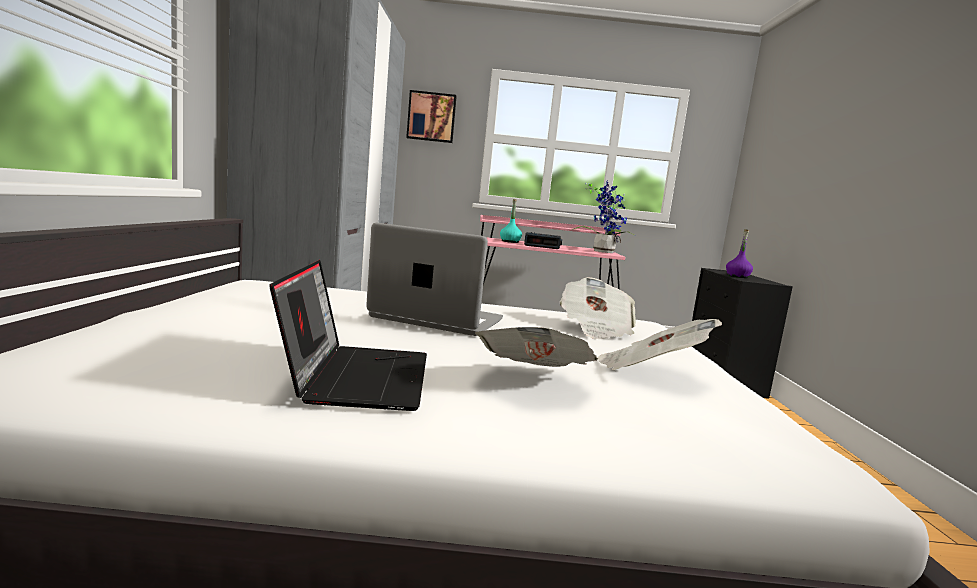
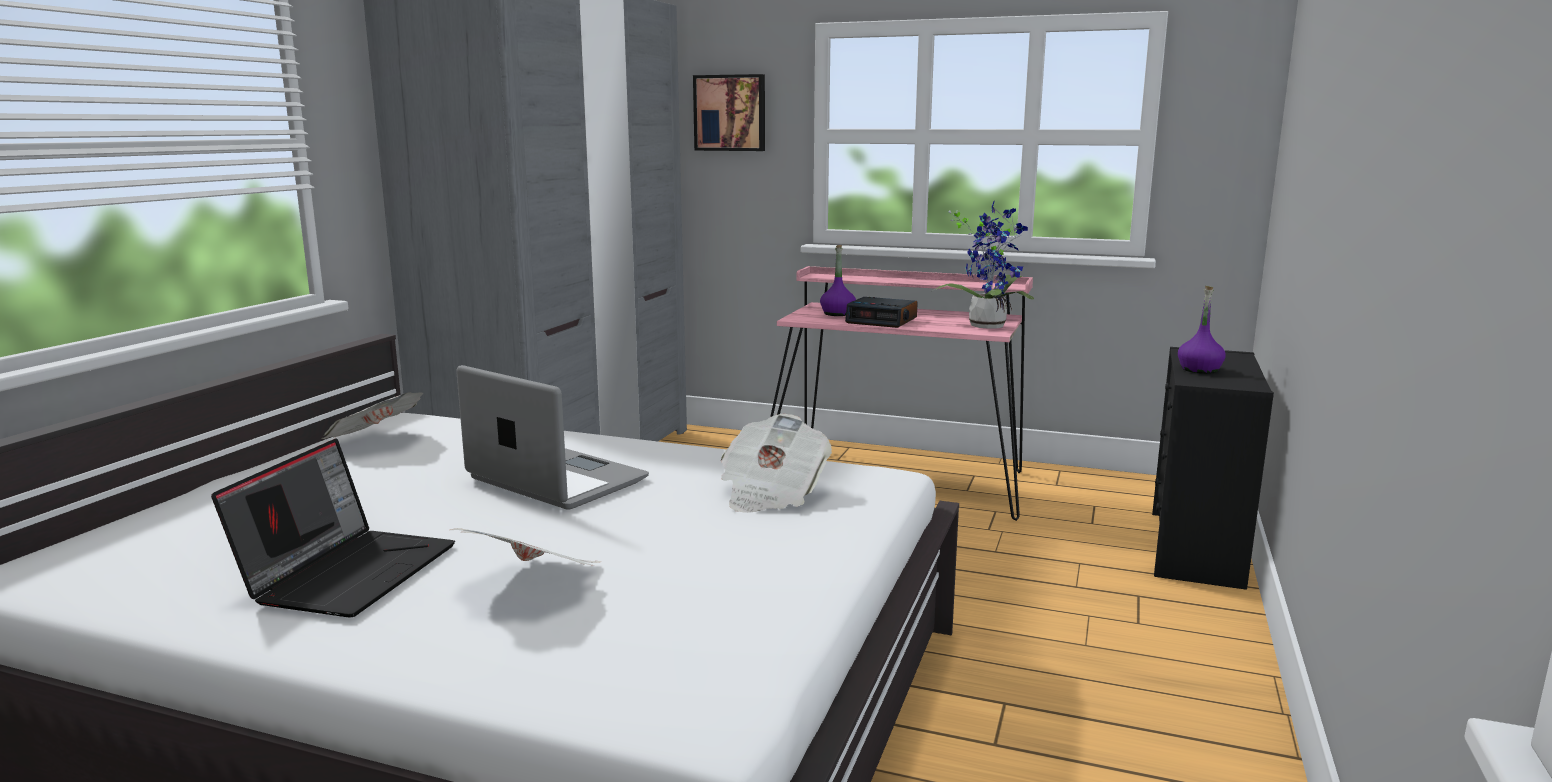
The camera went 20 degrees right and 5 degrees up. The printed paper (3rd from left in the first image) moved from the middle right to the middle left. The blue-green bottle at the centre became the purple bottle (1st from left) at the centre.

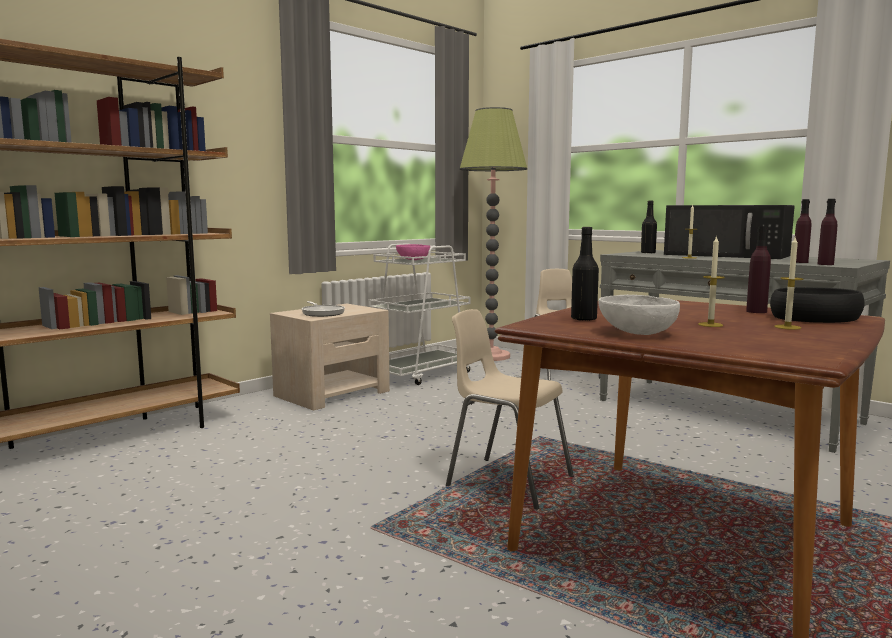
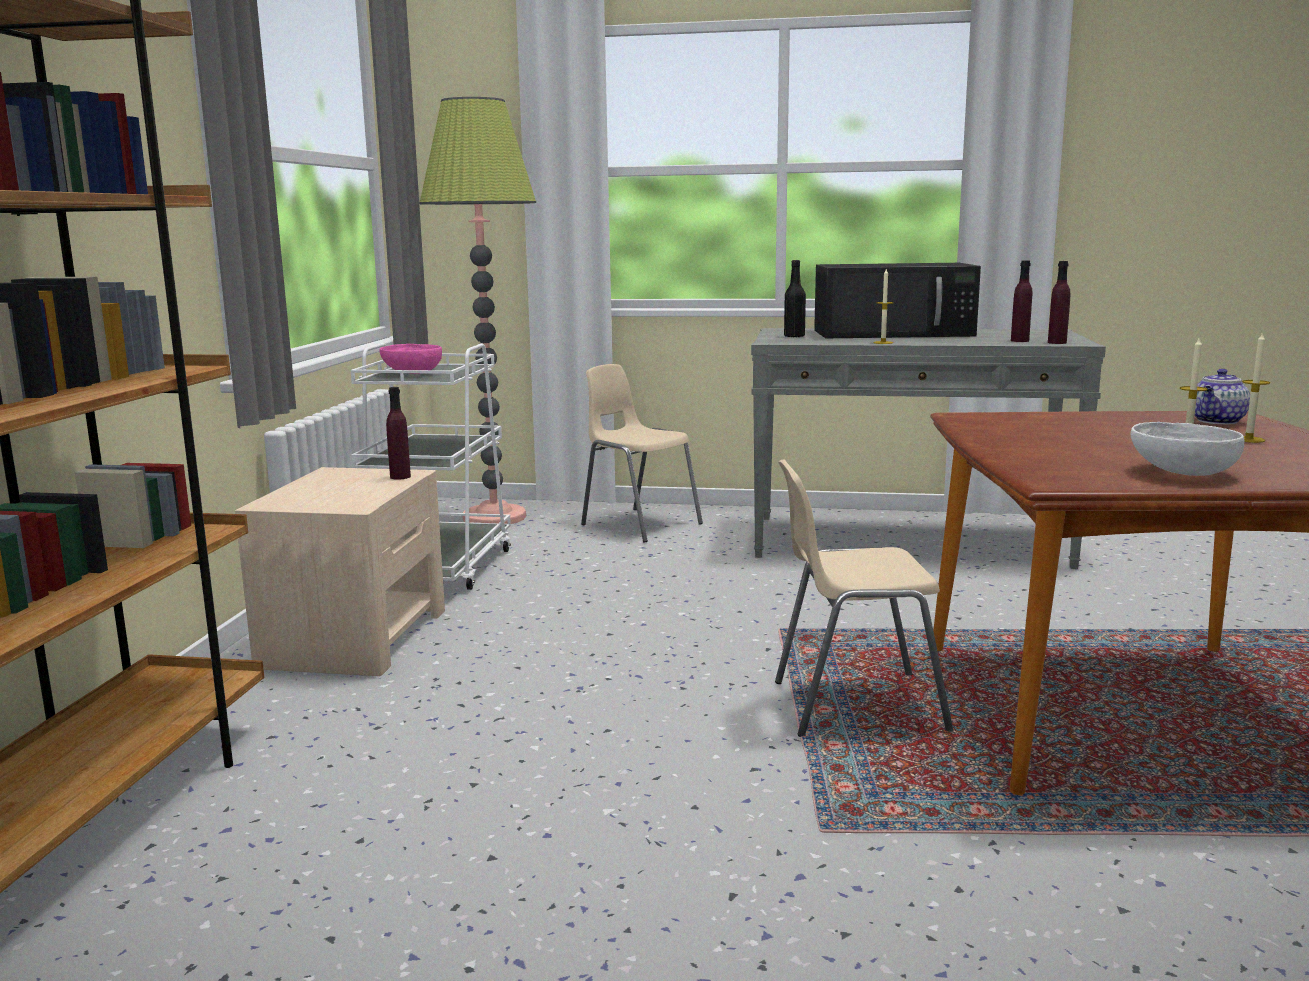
The camera went 35 degrees left and 5 degrees up. The purple bottle (1st from left) moved from the middle right to the middle left. The blackish bowl at the middle right was replaced by the tea pot at the middle right. The frying pan at the centre disappeared. The blackish bottle (1st from left) at the centre disappeared.

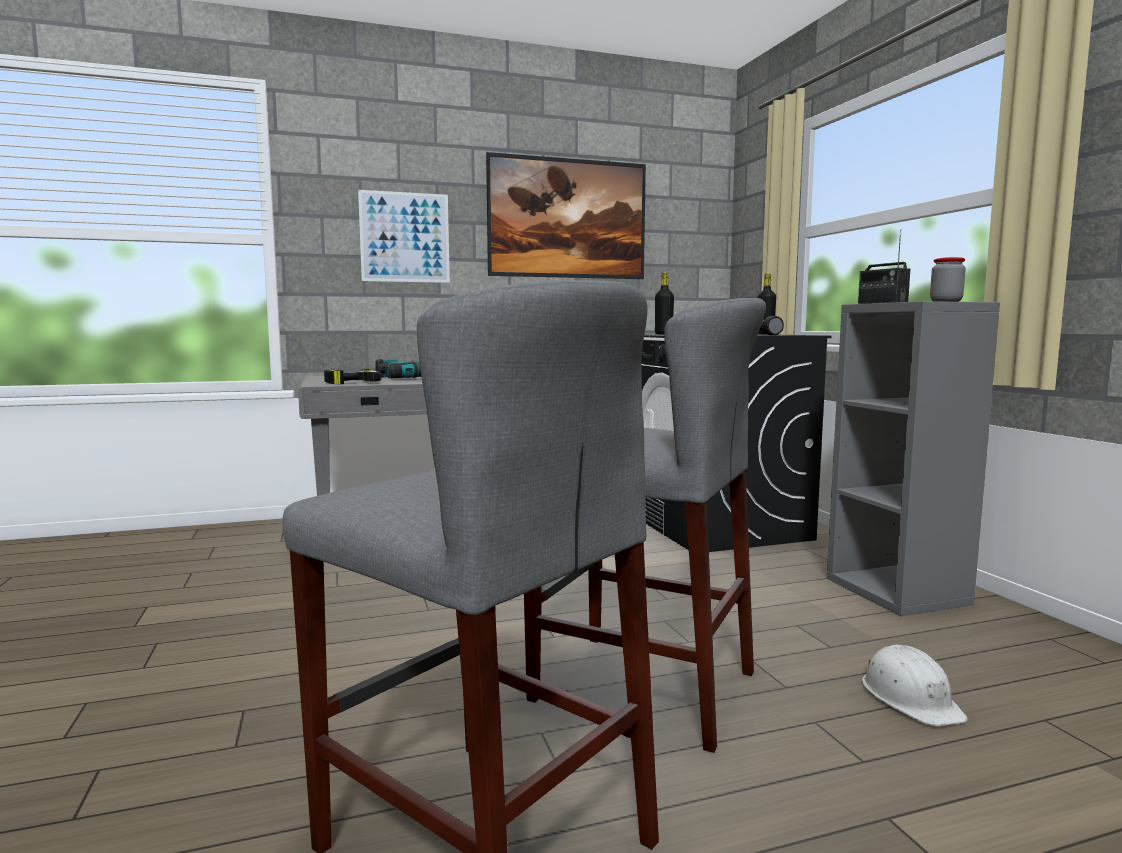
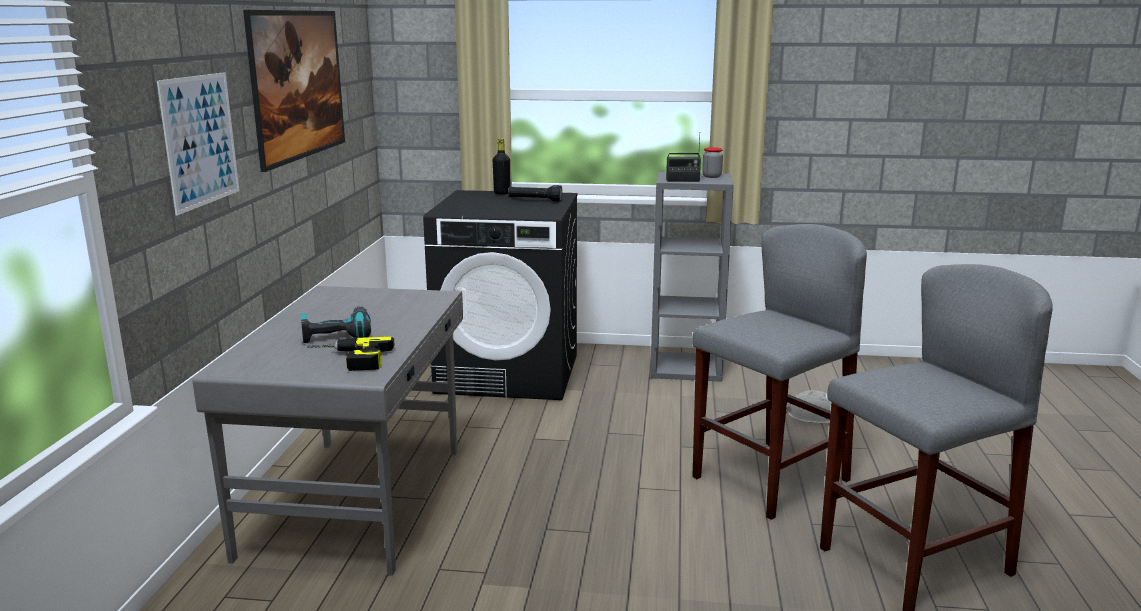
The camera went 65 degrees left and 10 degrees up. The blackish bottle (1st from left) at the centre disappeared.

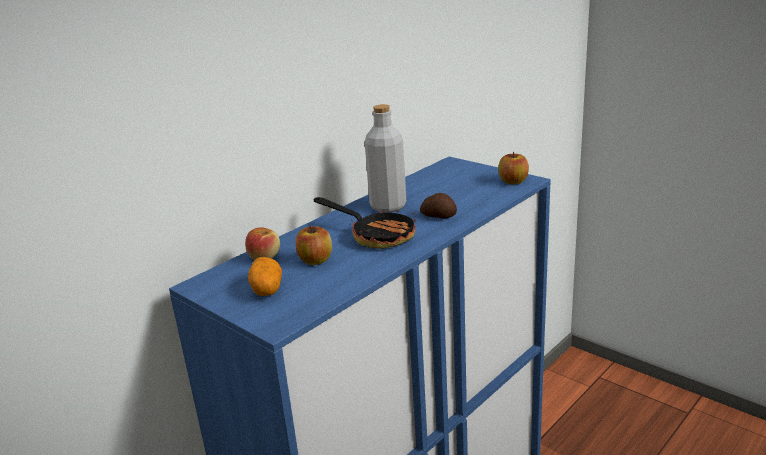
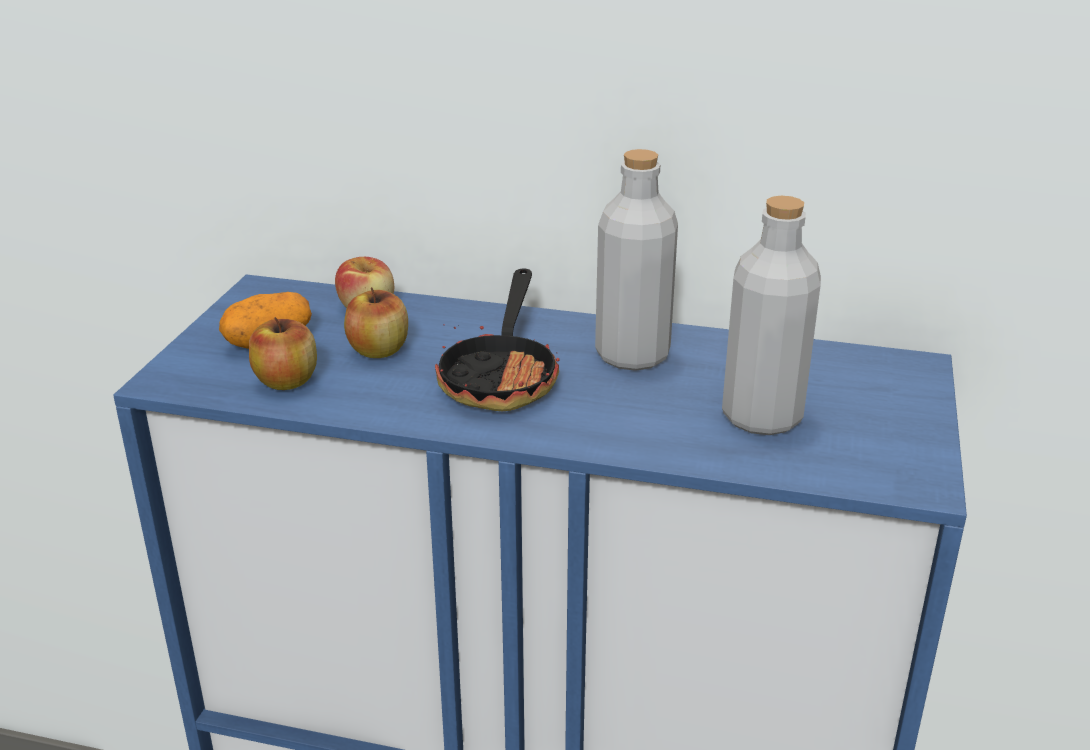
The camera went 60 degrees right and 5 degrees up. The whole apple (3rd from left in the first image) moved from the middle right to the middle left. The greyish bottle (2nd from left) at the middle right appeared. The spud (2nd from left) at the centre disappeared.

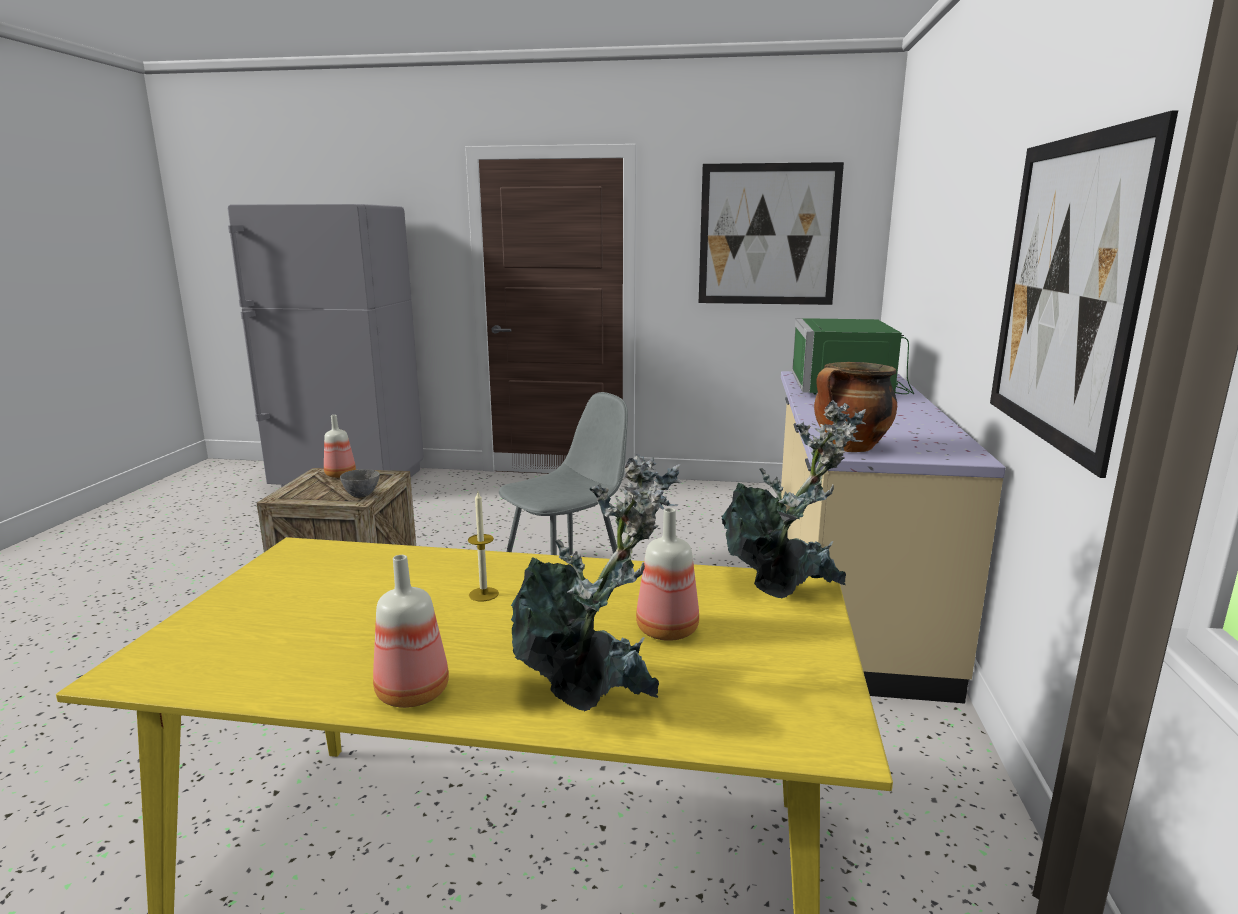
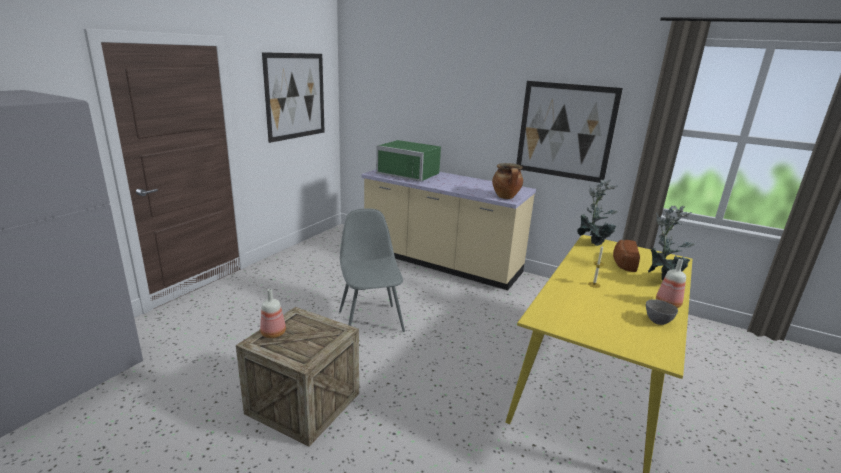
The camera went 70 degrees left and 5 degrees up. The bottle (3rd from left) at the centre was replaced by the bakery bread at the middle right. The greyish bowl moved from the middle left to the middle right.

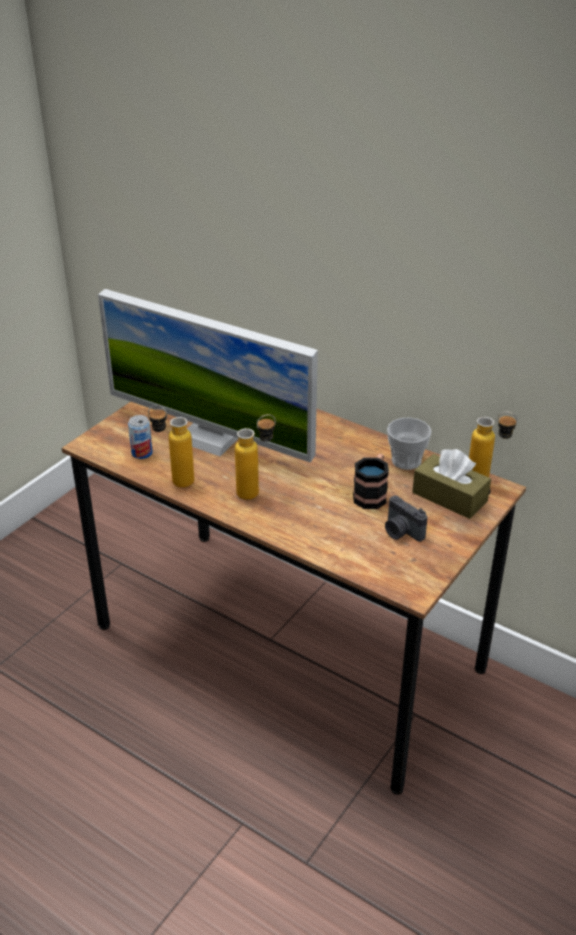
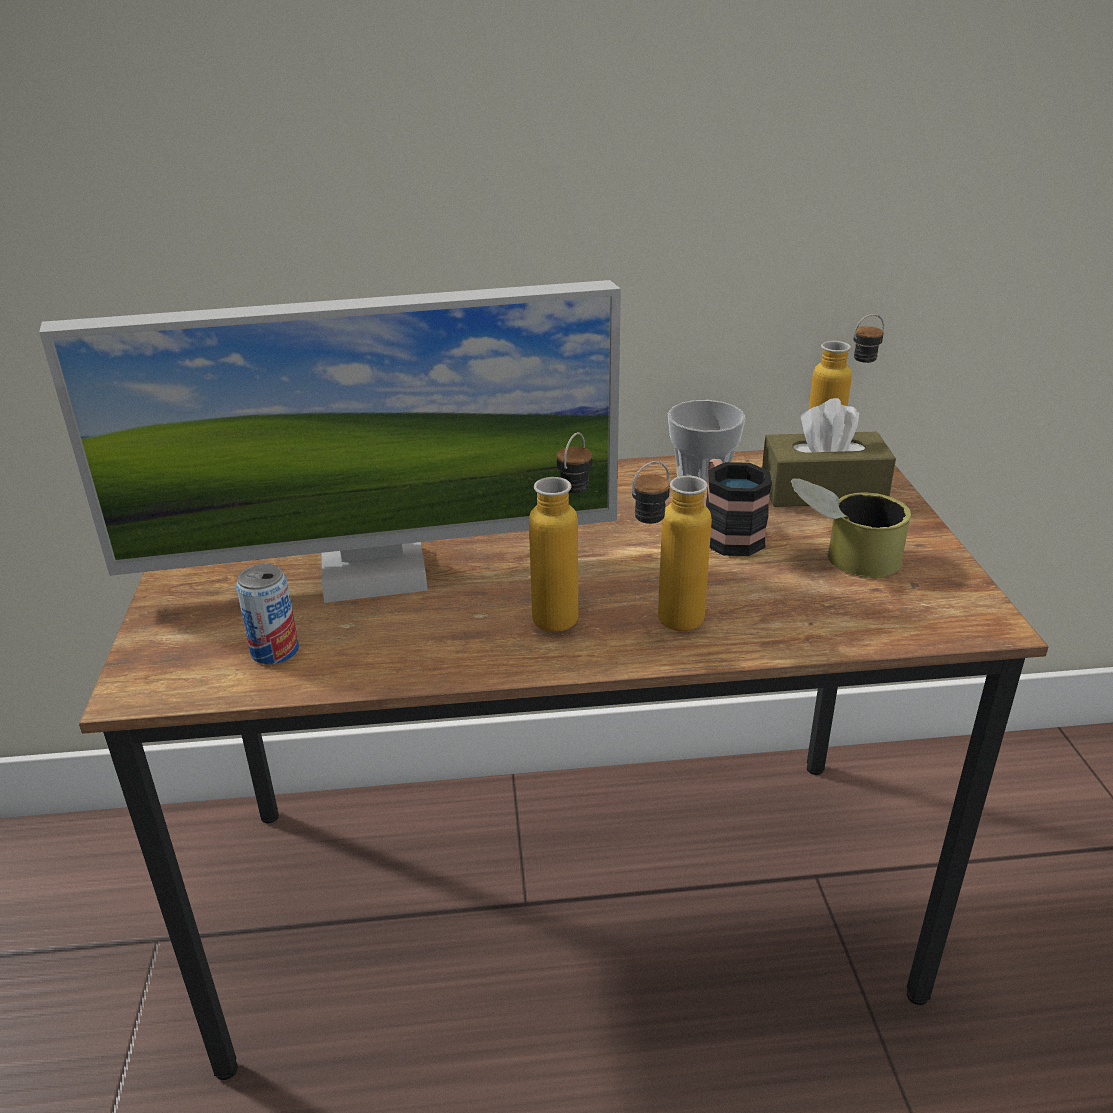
The camera went 40 degrees left and 5 degrees down. The bottle (1st from left in the first image) moved from the middle left to the centre. The photo camera at the middle right was replaced by the sealed can (2nd from left) at the middle right.

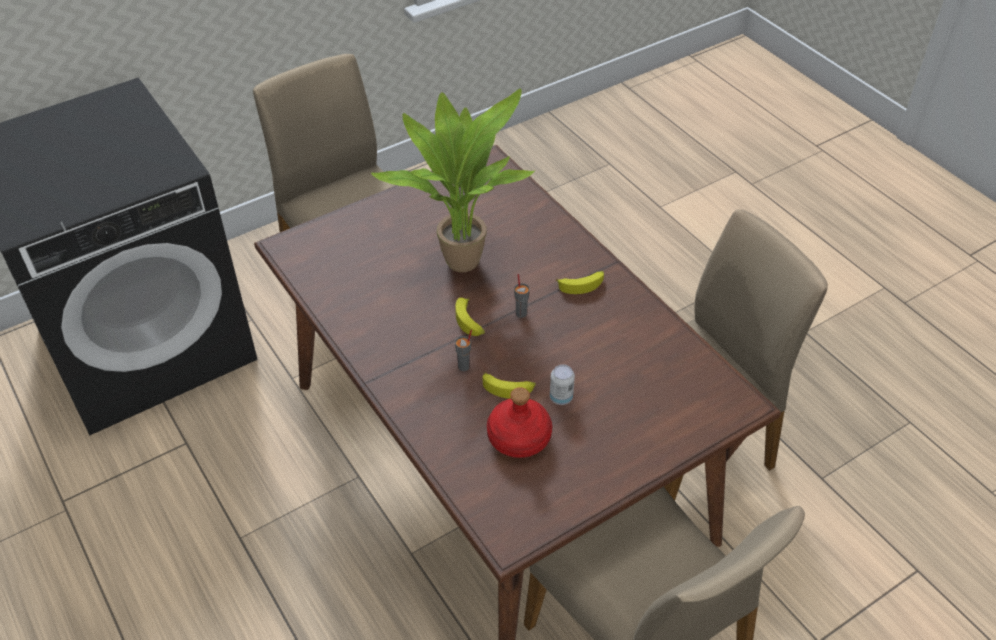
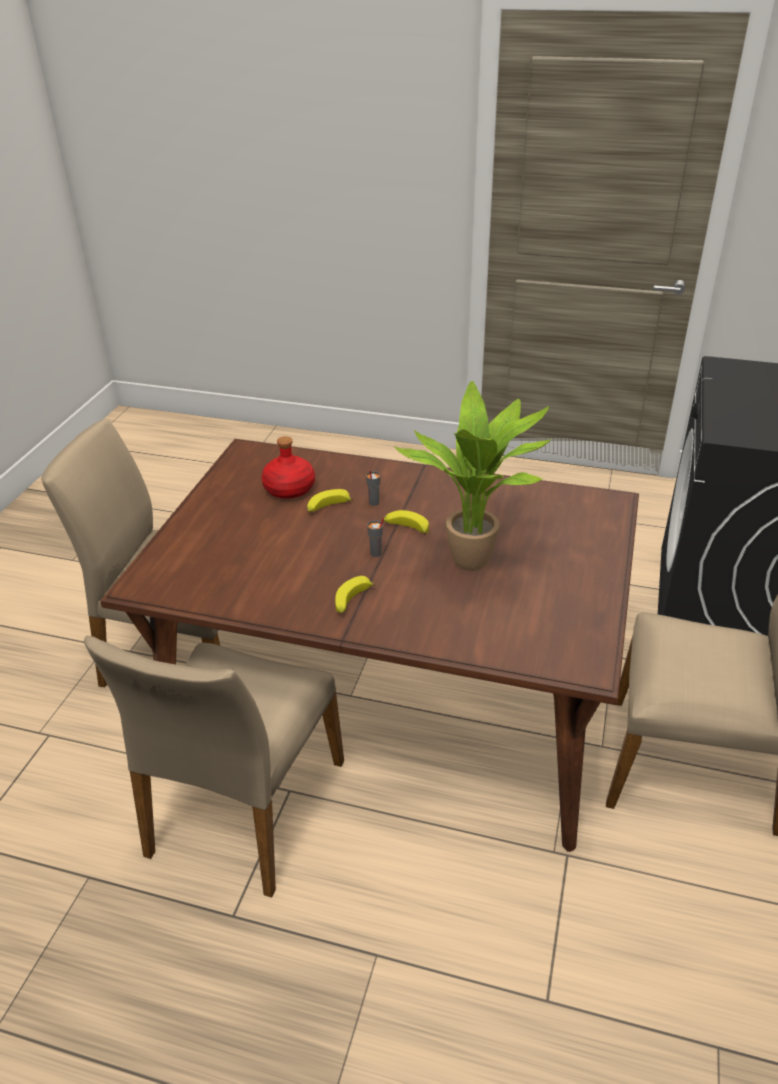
The camera went 140 degrees right and 10 degrees down. The sealed can at the centre disappeared.

